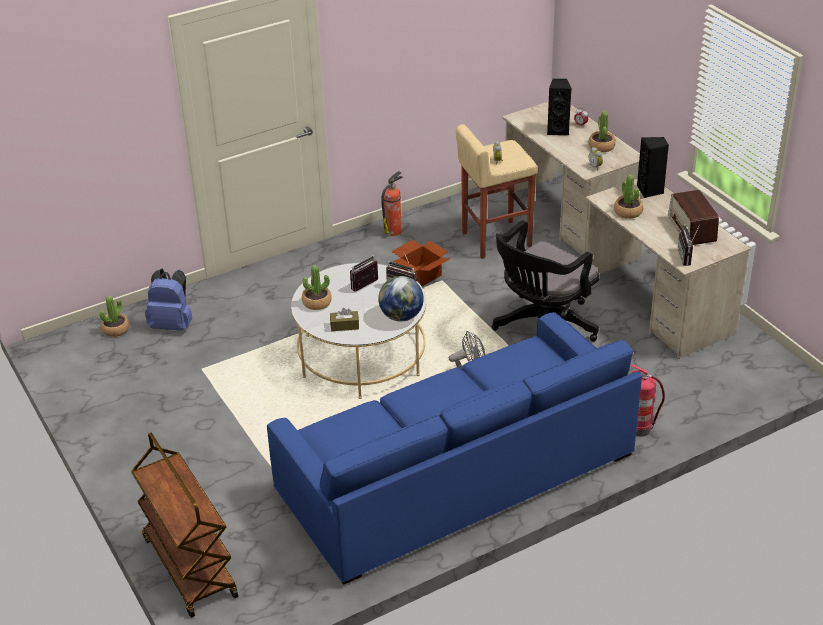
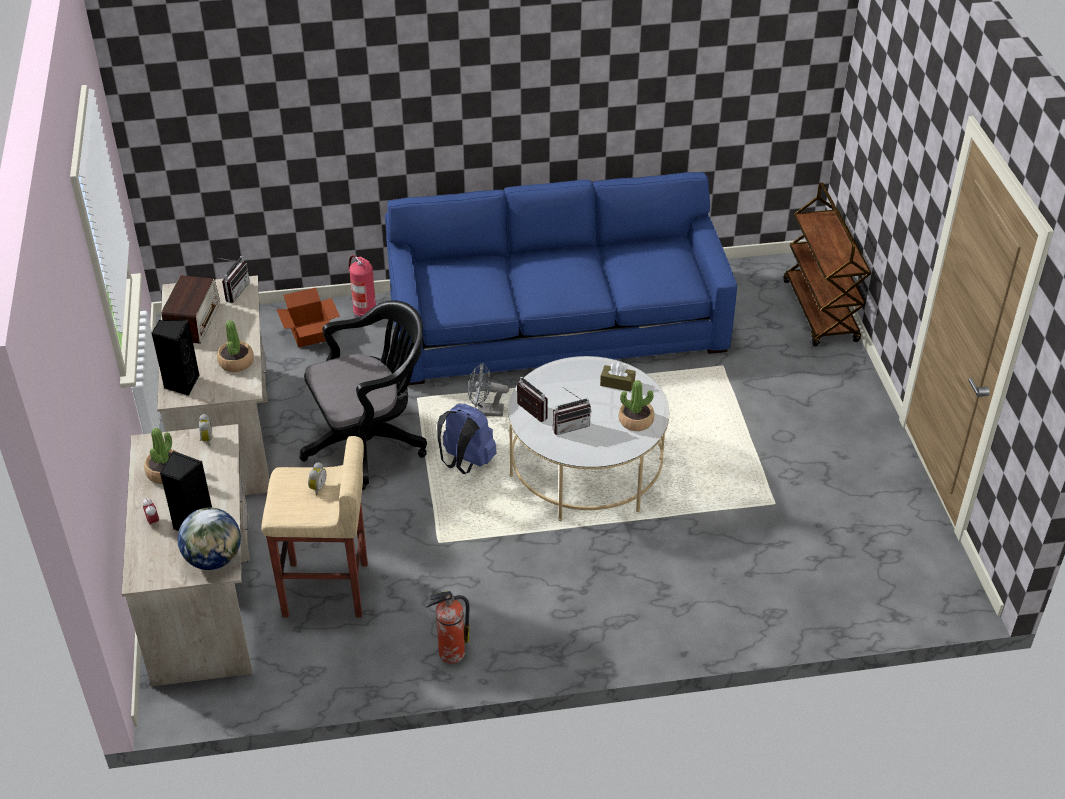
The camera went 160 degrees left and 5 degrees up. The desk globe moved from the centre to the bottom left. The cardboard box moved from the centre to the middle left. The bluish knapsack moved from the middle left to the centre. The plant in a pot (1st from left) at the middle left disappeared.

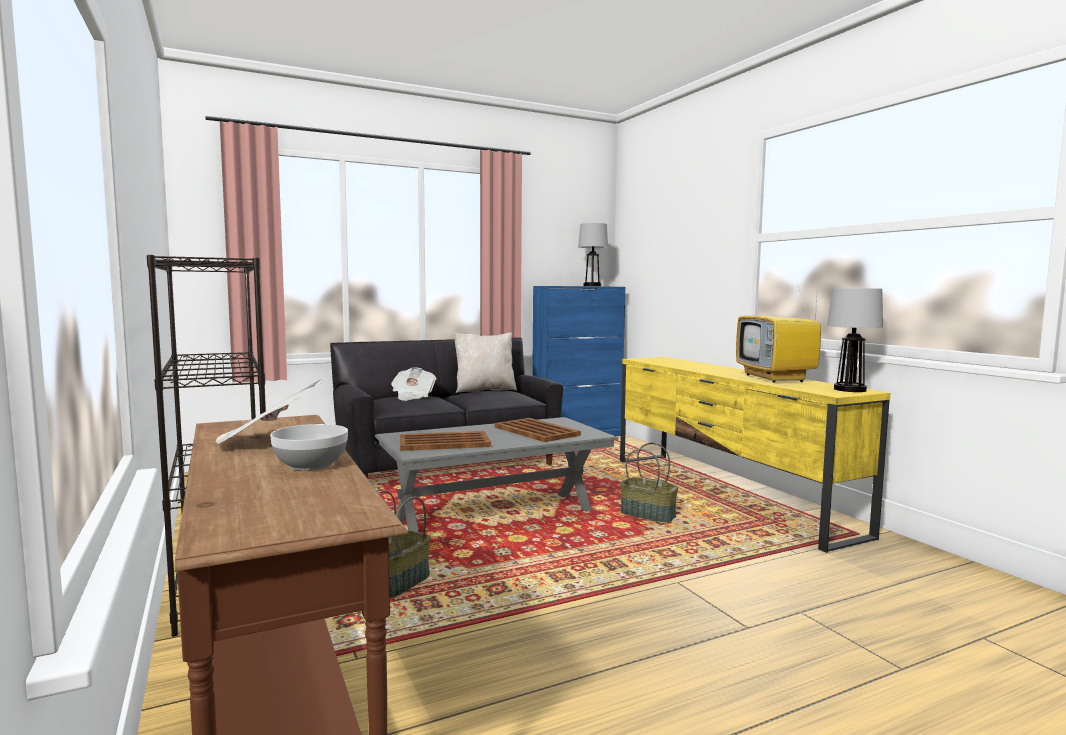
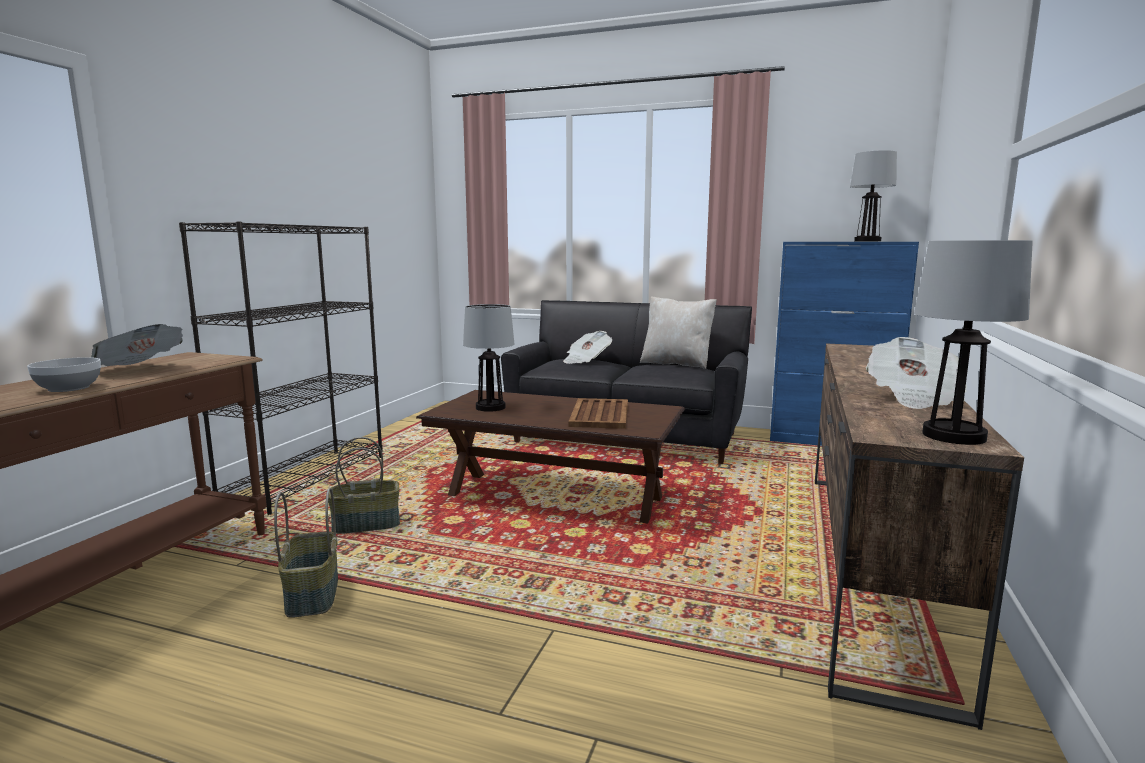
The camera went 45 degrees right and 5 degrees up. The storage basket (2nd from left in the first image) moved from the centre to the bottom left. The greyish lounge table at the centre became the brown lounge table at the centre. The brown carrying tray (1st from left) at the centre was replaced by the lamp for a table (1st from left) at the centre. The yellow tv unit at the middle right became the brown tv unit at the bottom right. The TV set at the middle right was replaced by the printed paper (3rd from left) at the middle right.

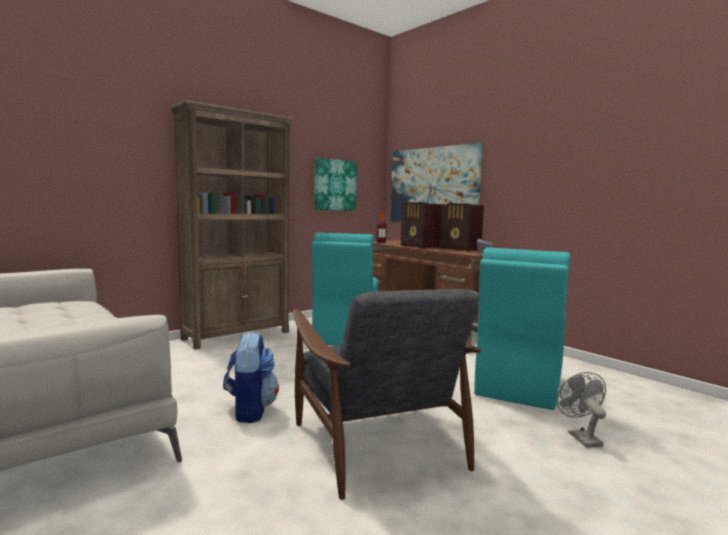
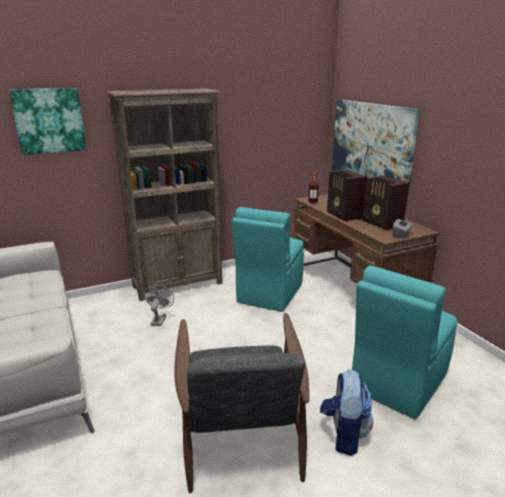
The camera went 15 degrees right and 15 degrees up. The wall art (1st from left) moved from the centre to the top left. The greyish fan moved from the bottom right to the middle left. The knapsack moved from the bottom centre to the bottom right.

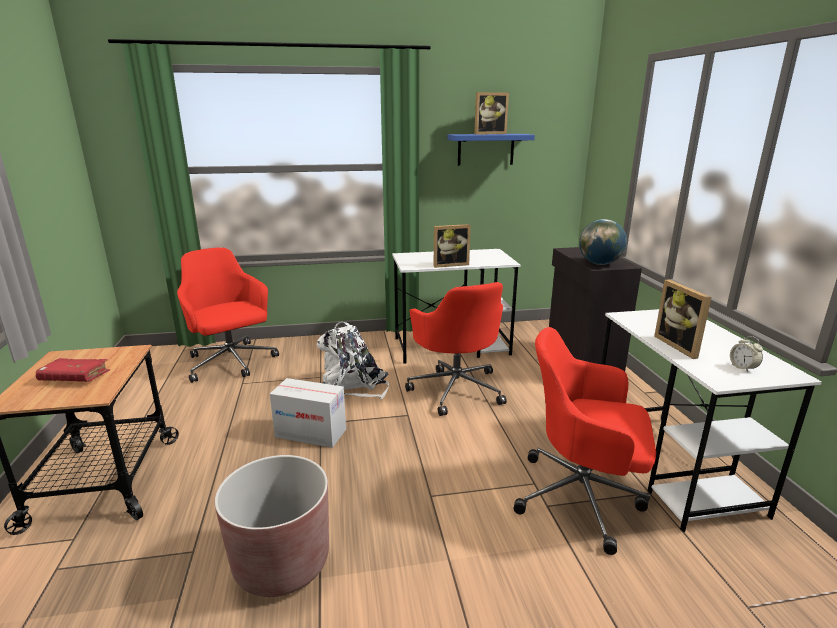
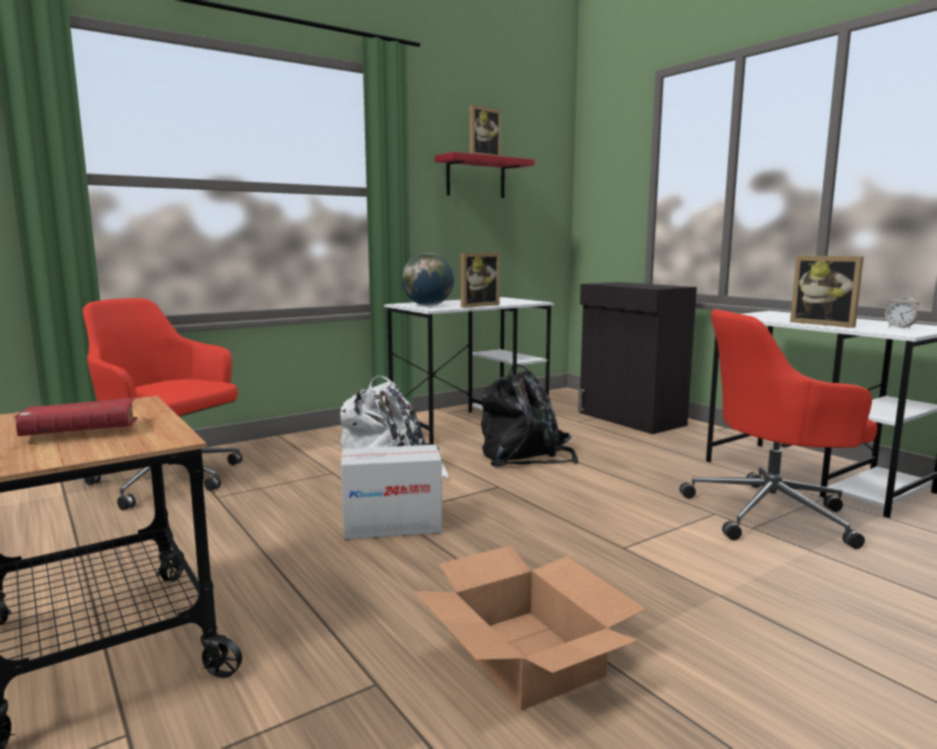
The camera went 25 degrees left and 10 degrees down. The desk globe moved from the middle right to the centre. The brown flower pot at the bottom left was replaced by the cardboard box (2nd from left) at the bottom centre. The bluish wall shelf at the top centre became the red-coloured wall shelf at the top centre. The red-coloured office chair (2nd from left) at the centre was replaced by the blackish knapsack at the centre.

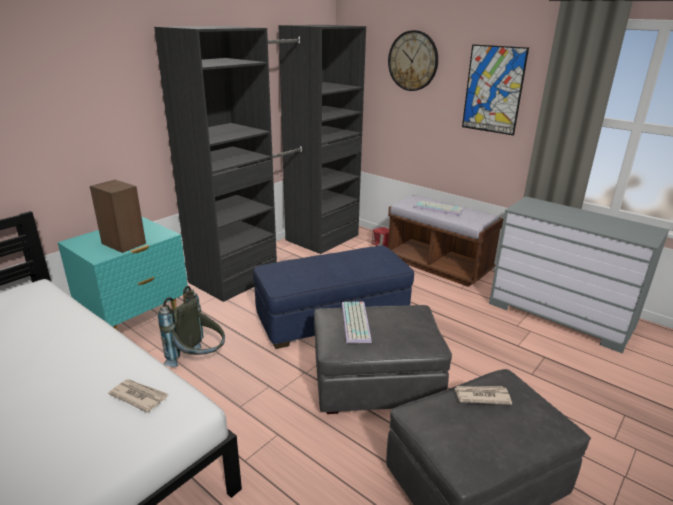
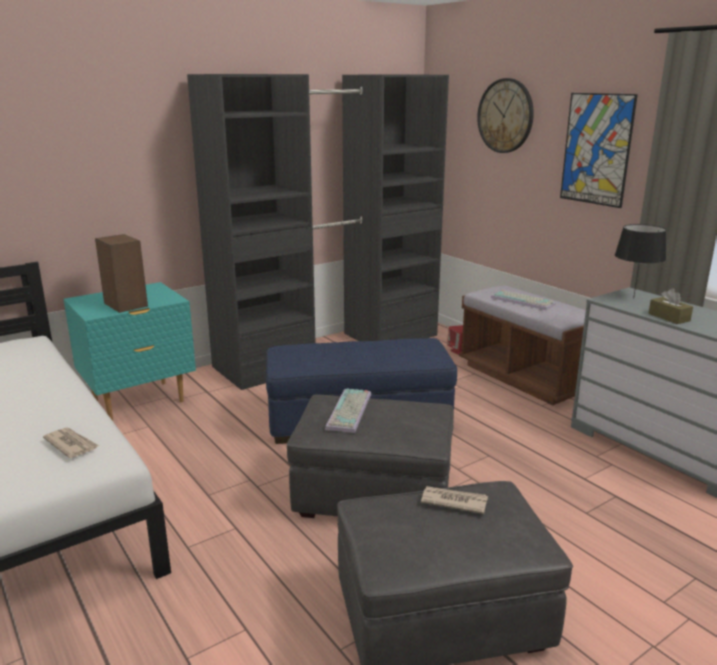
The camera went 15 degrees right and 5 degrees down. The blackish lamp for a table at the middle right appeared. The brown tissue box at the middle right appeared. The greyish knapsack at the middle left disappeared.

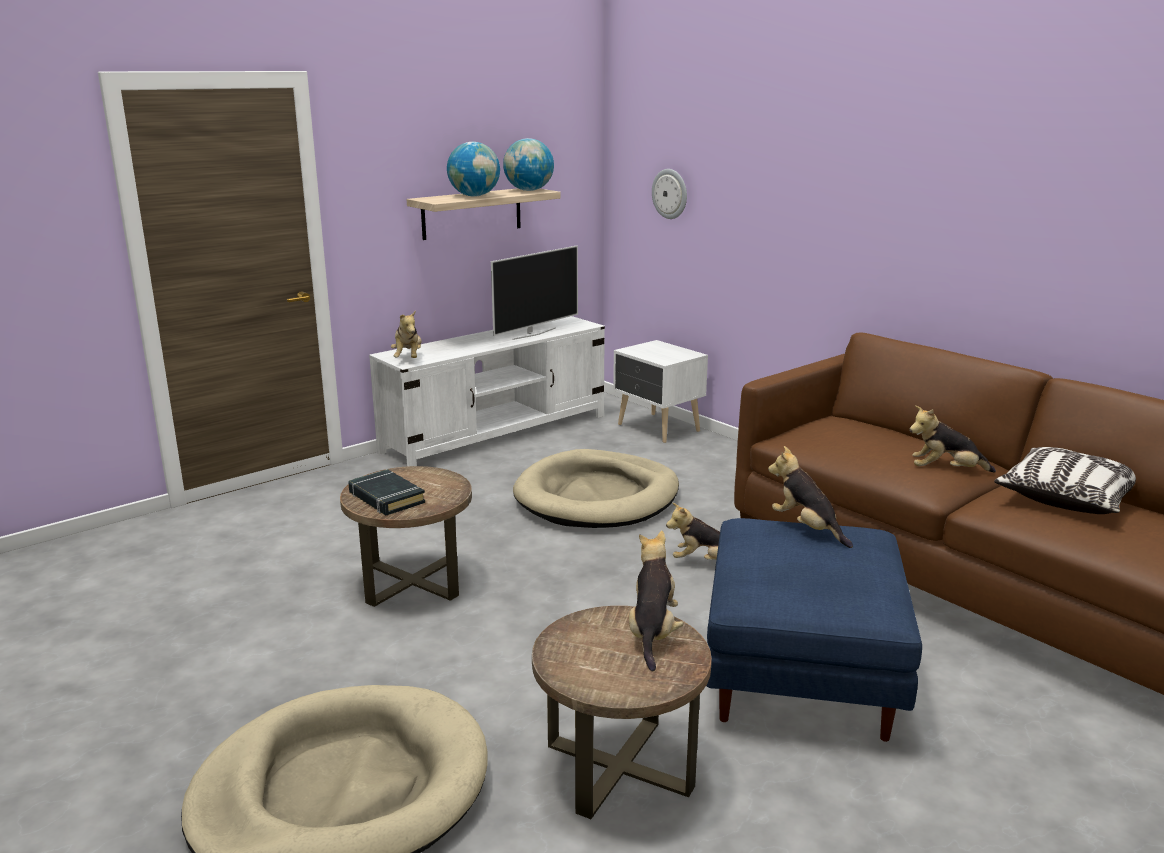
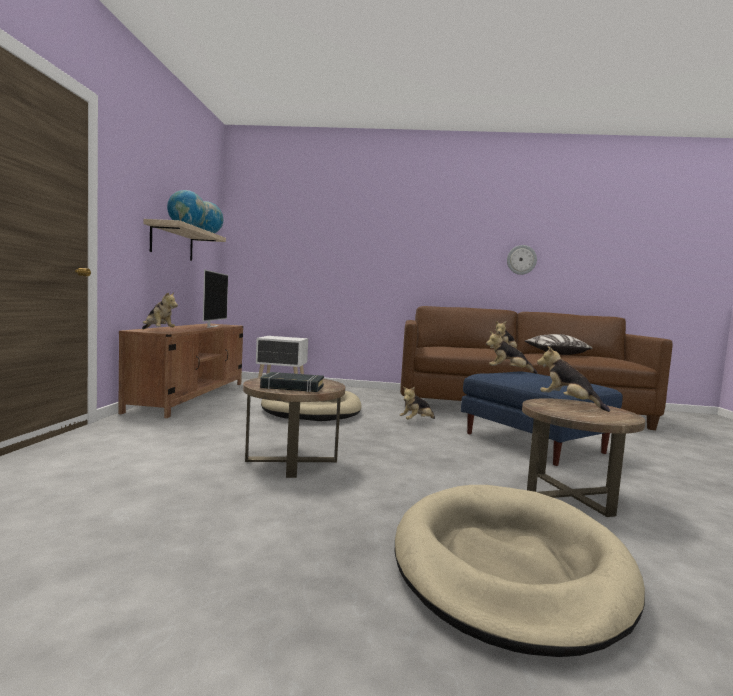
The camera went 45 degrees left and 15 degrees down. The white tv unit at the centre became the brown tv unit at the middle left. The wall clock moved from the top centre to the middle right.

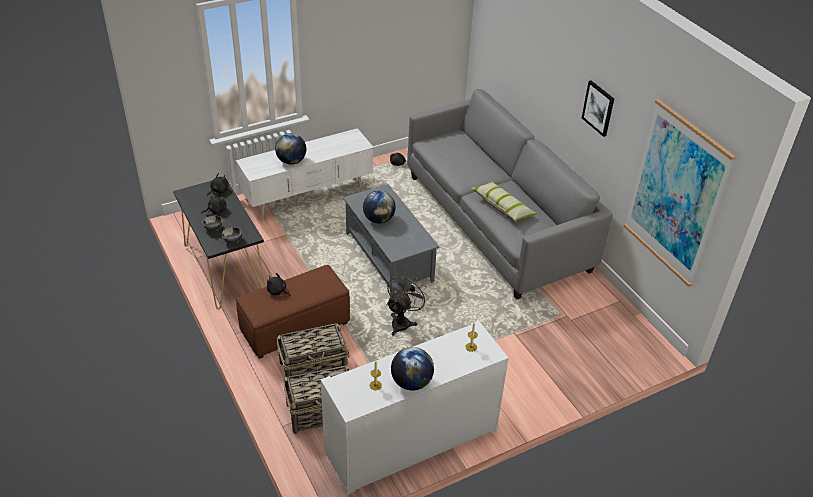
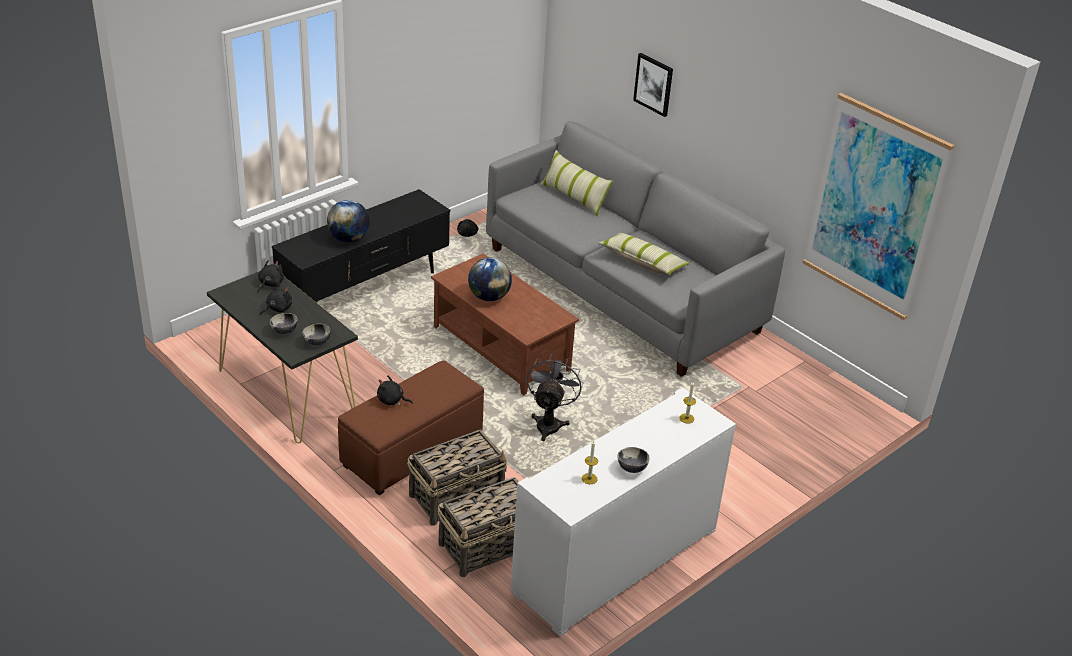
The camera went 15 degrees left and 5 degrees down. The white tv unit at the centre became the blackish tv unit at the centre. The greyish lounge table at the centre became the brown lounge table at the centre. The throw pillow (1st from left) at the top centre appeared. The desk globe (3rd from left) at the bottom centre was replaced by the bowl (3rd from left) at the bottom centre. The wall art (1st from left) moved from the top right to the top centre.

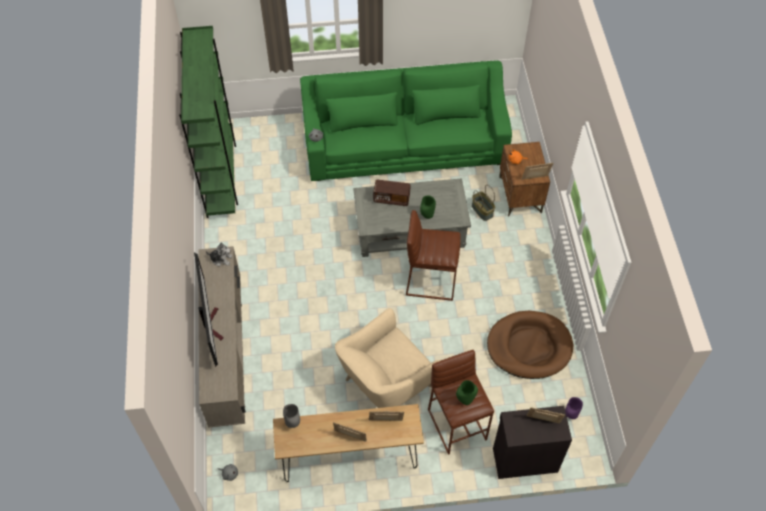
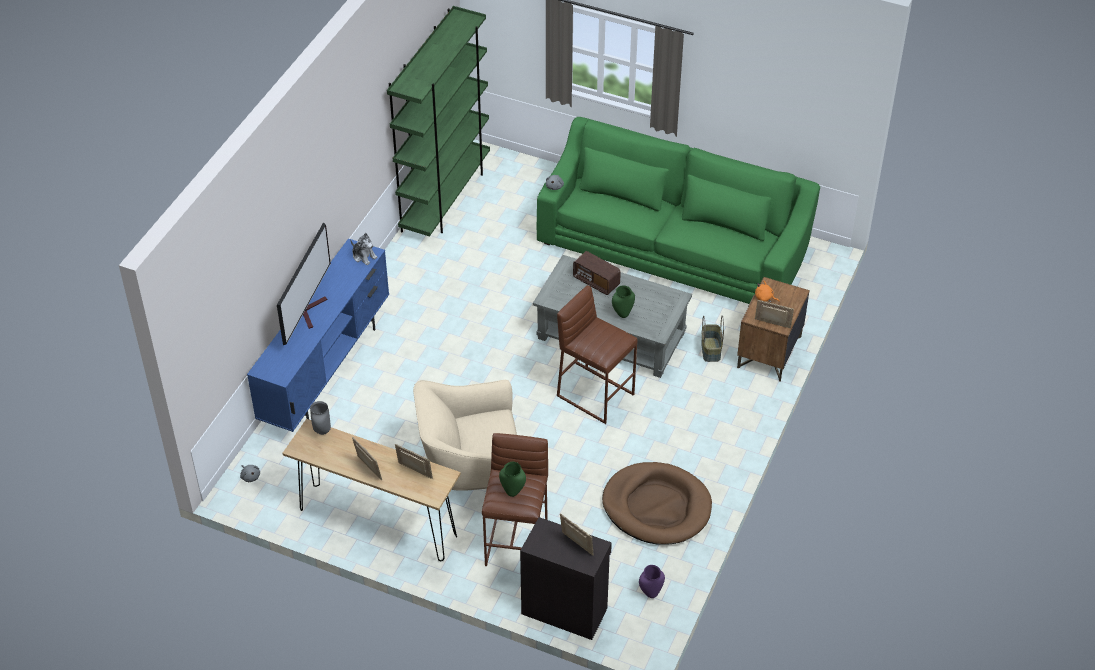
The camera went 30 degrees right and 10 degrees down. The beige tv unit at the middle left became the bluish tv unit at the middle left.

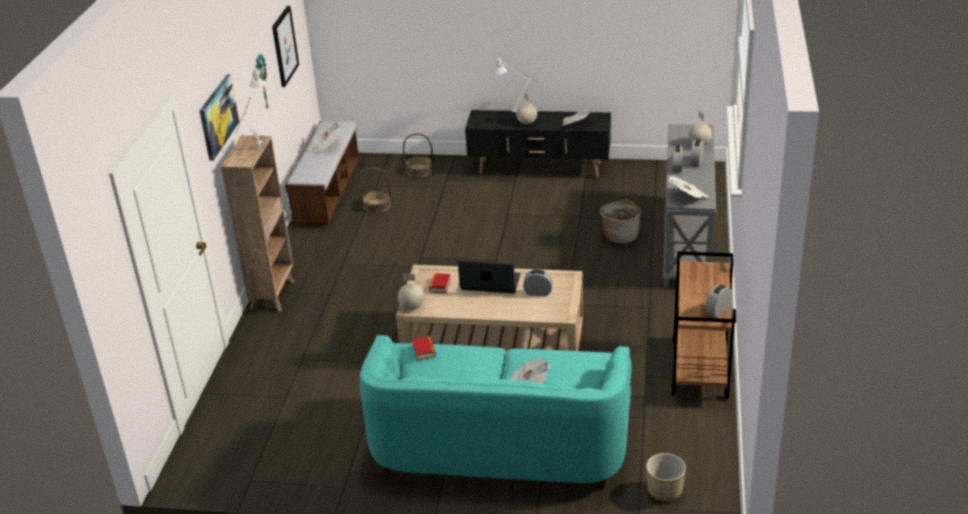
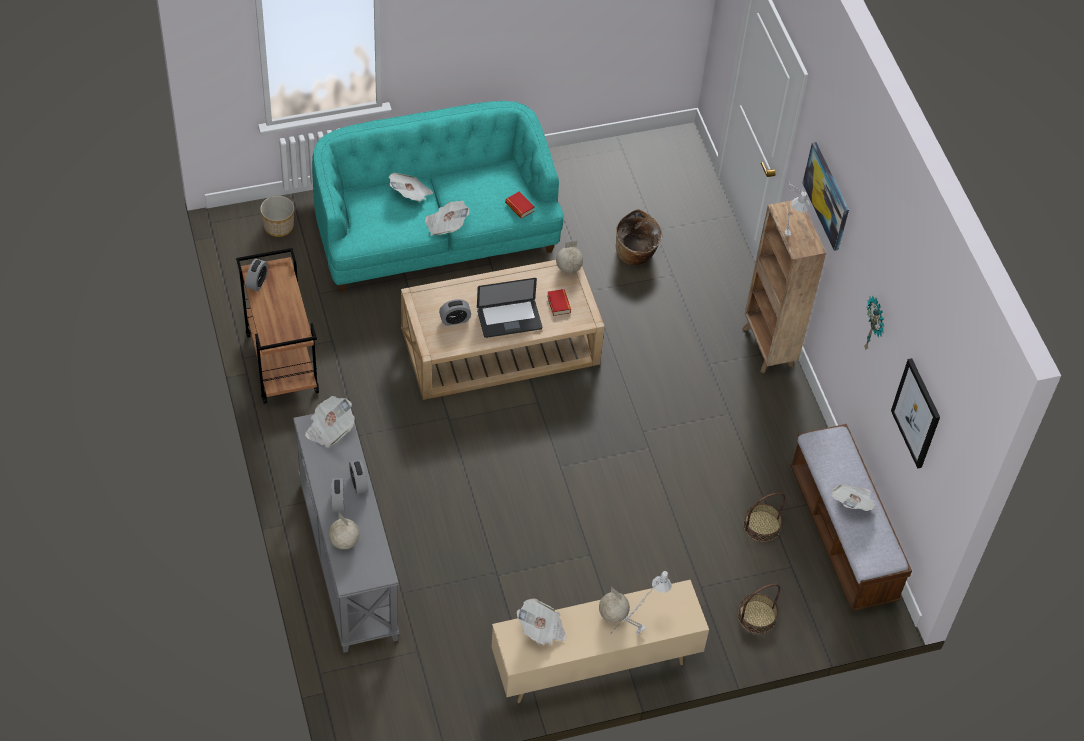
The camera went 150 degrees right and 20 degrees up. The printed paper (3rd from left) at the top centre appeared. The blackish tv unit at the top centre became the beige tv unit at the bottom centre. The storage basket (3rd from left in the first image) moved from the centre to the top centre.

